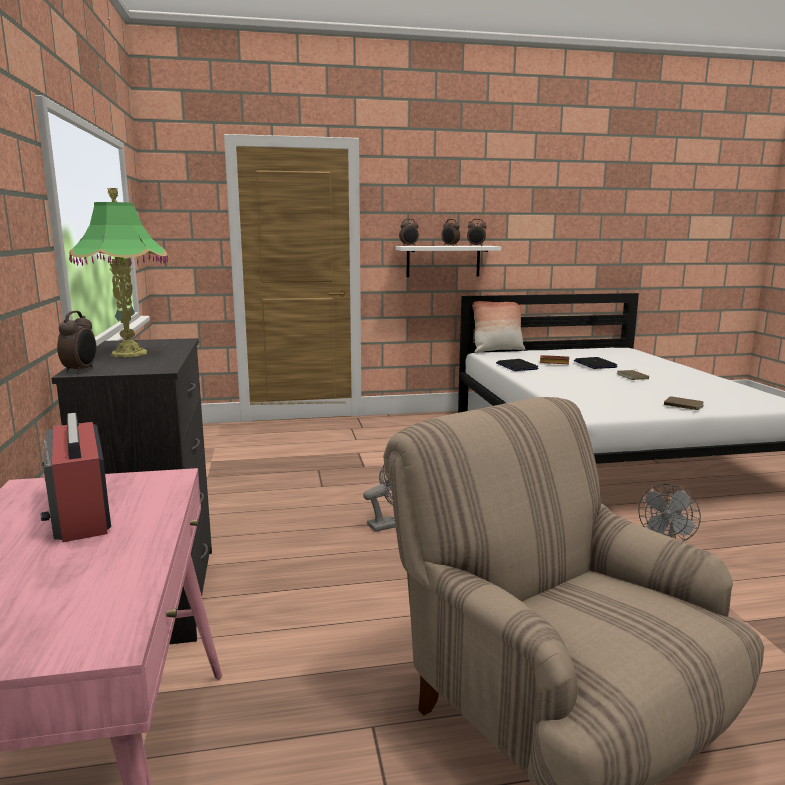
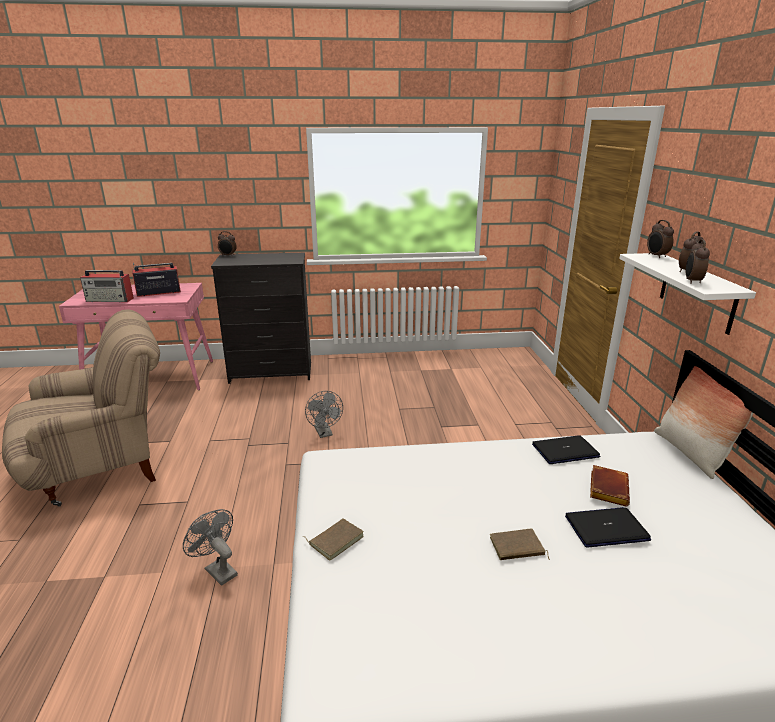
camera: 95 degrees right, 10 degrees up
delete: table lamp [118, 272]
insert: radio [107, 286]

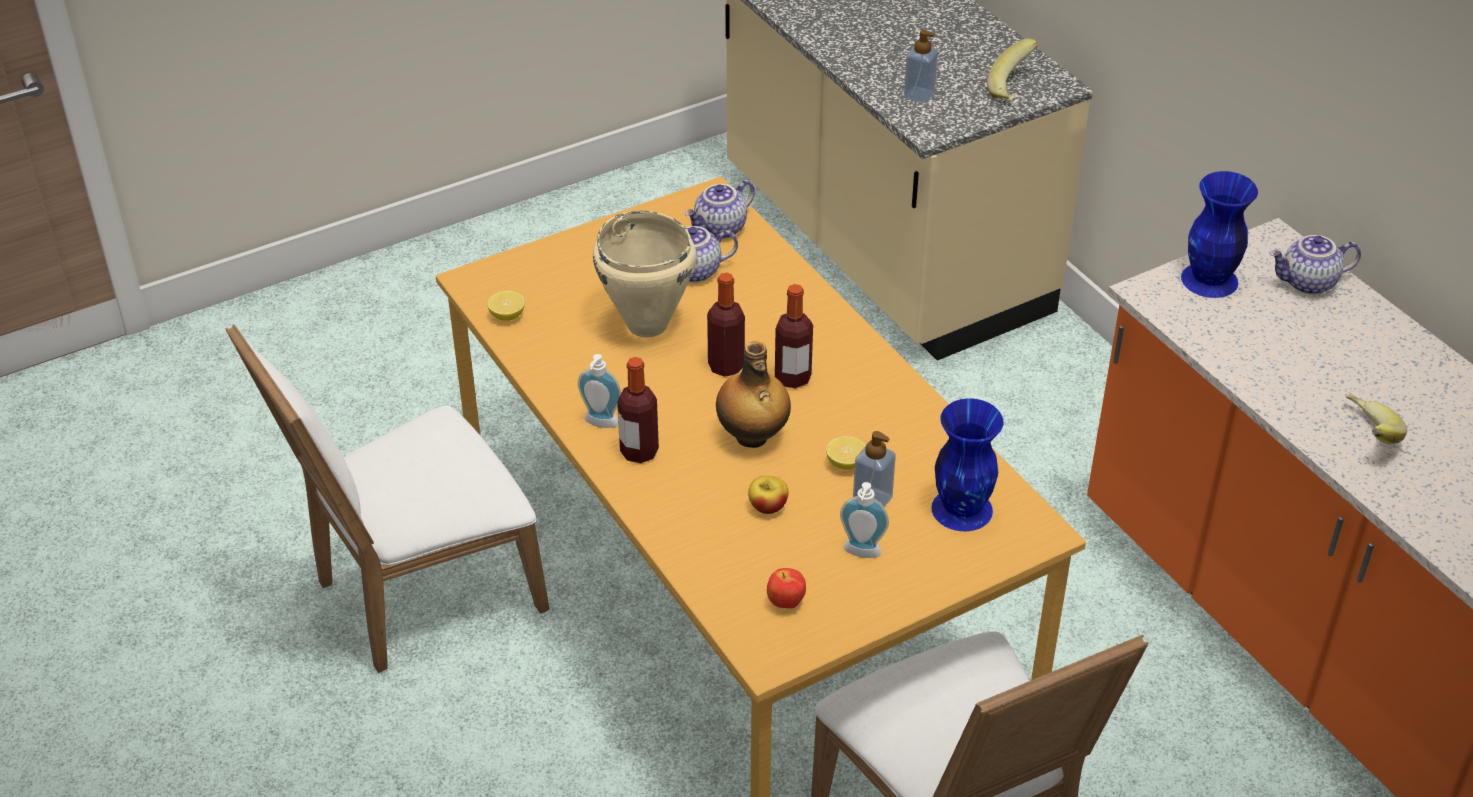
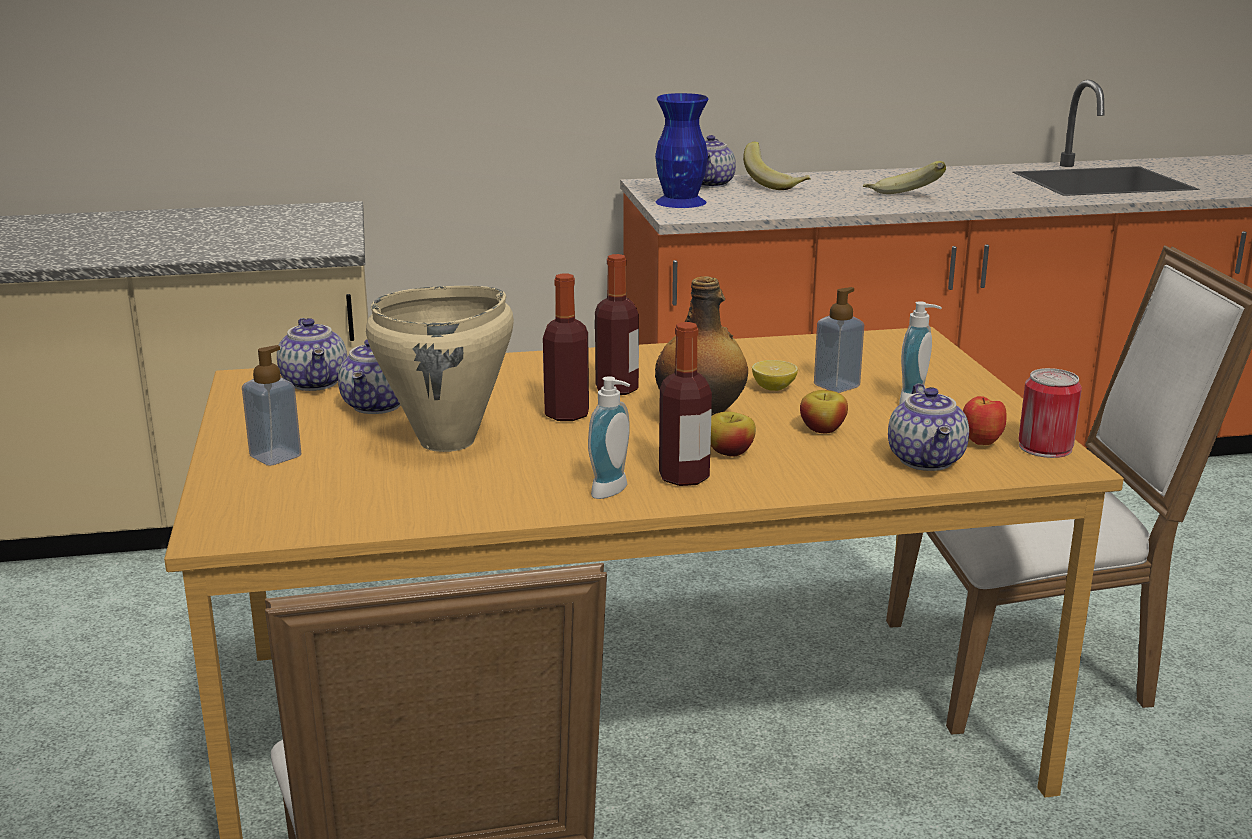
camera: 70 degrees left, 20 degrees down
delete: lemon [506, 306]; blue vase [967, 464]
insert: can [1050, 413]; teapot [928, 427]; apple [733, 433]
move: soap dispenser [921, 66] to [271, 405]; banana [1012, 69] to [777, 165]

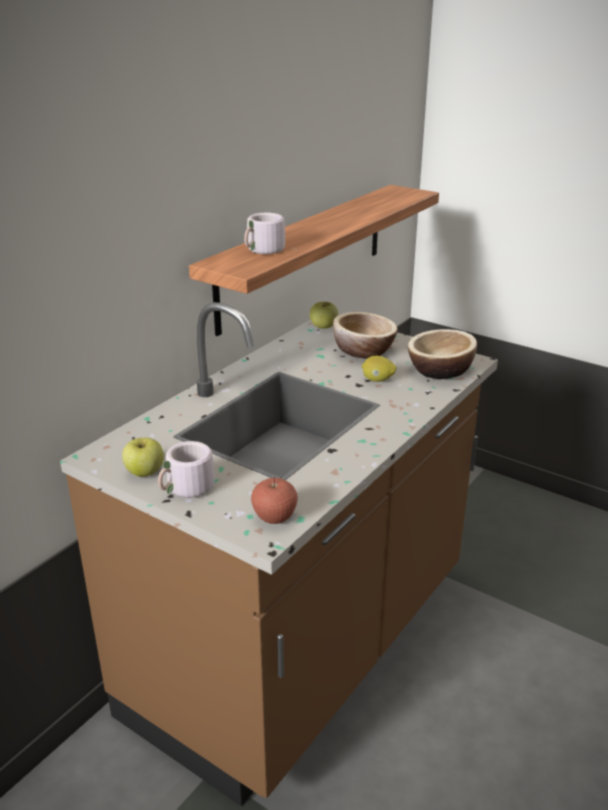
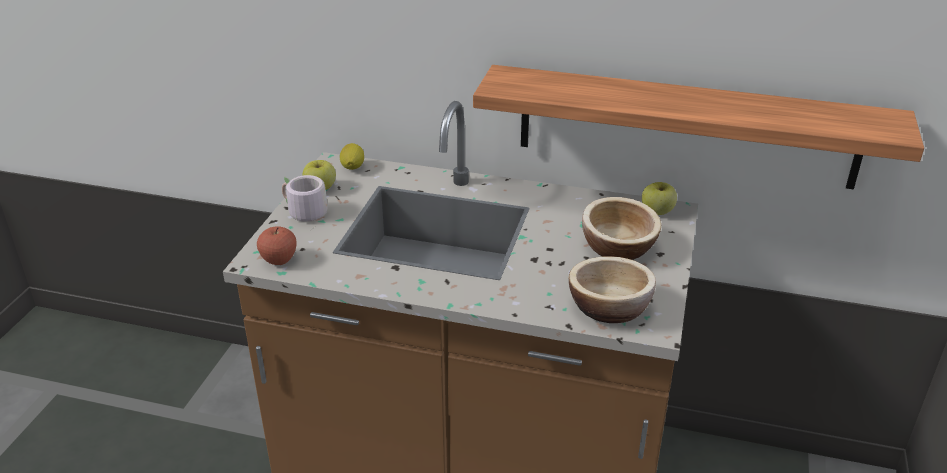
camera: 70 degrees right, 5 degrees up
delete: grey mug [270, 233]
move: lemon [379, 369] to [352, 156]

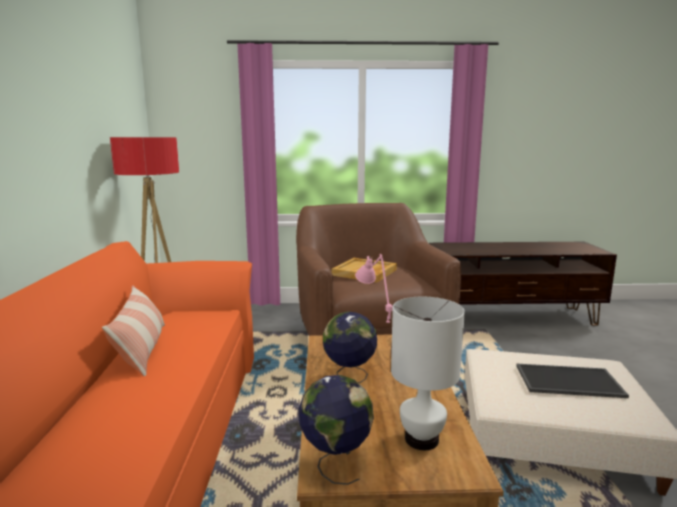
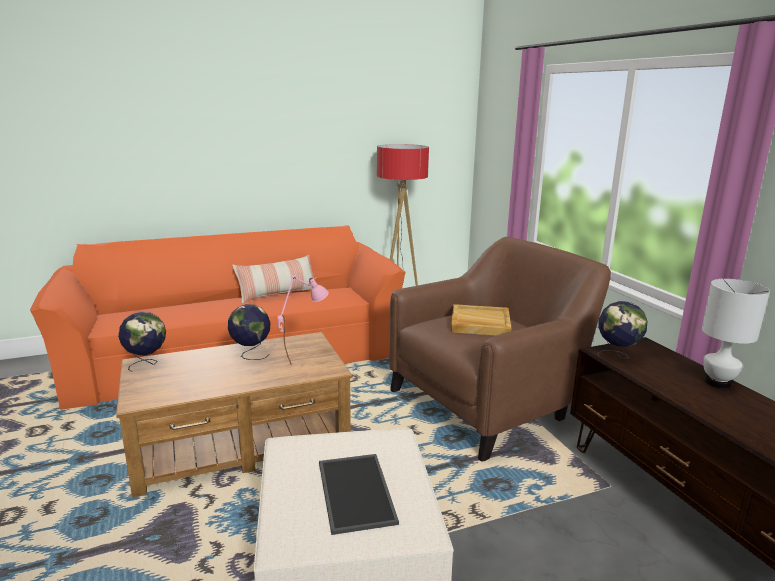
camera: 70 degrees right, 5 degrees up
insert: globe [622, 330]
move: white table lamp [428, 373] to [736, 334]

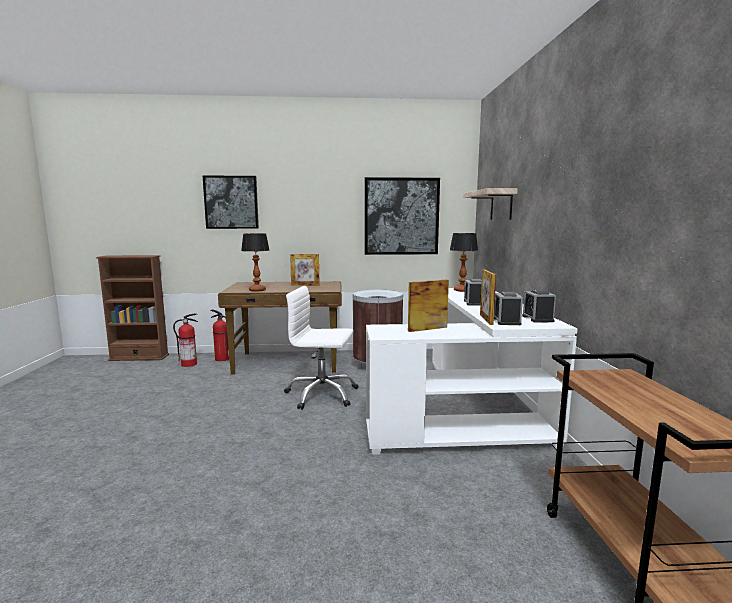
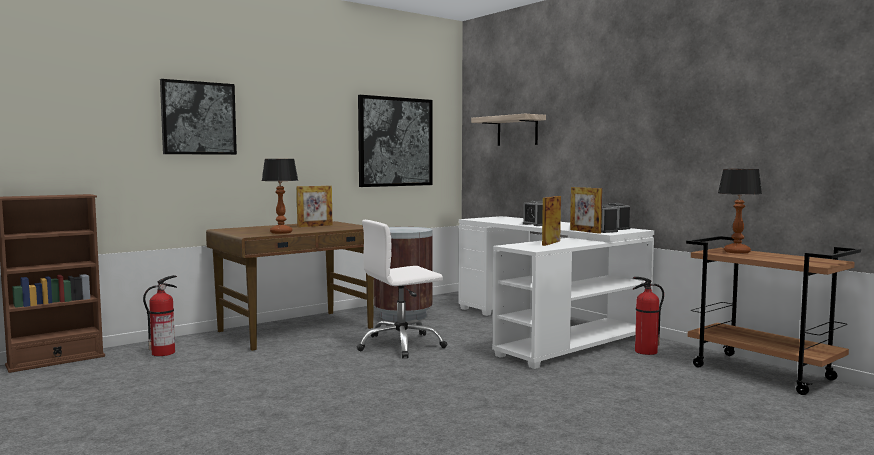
camera: 35 degrees left, 5 degrees down
move: table lamp [464, 262] to [740, 211]; fire extinguisher [219, 335] to [648, 316]

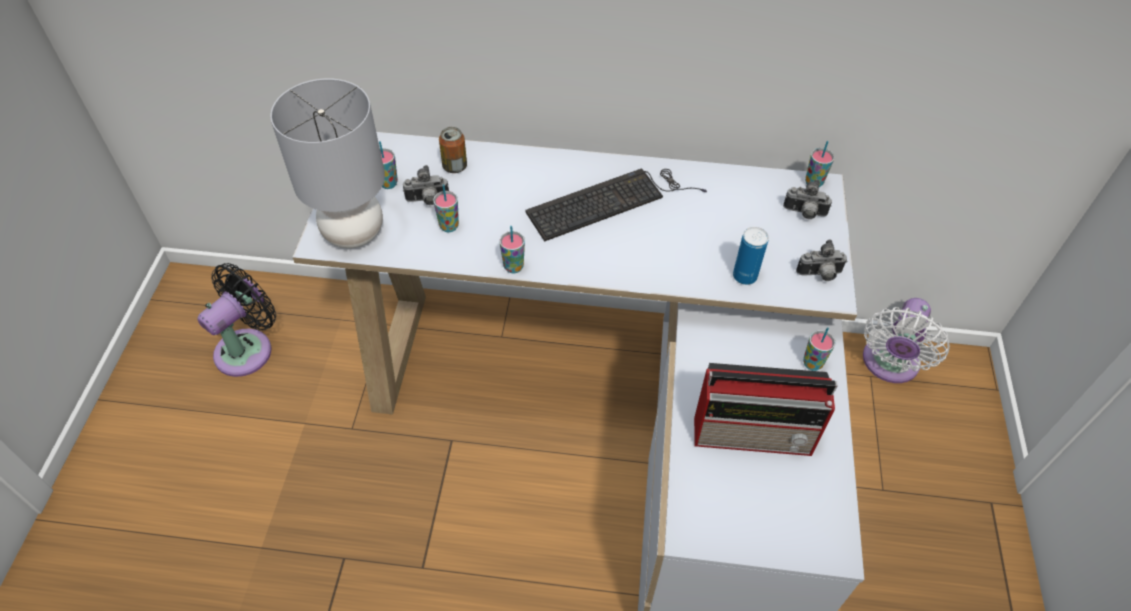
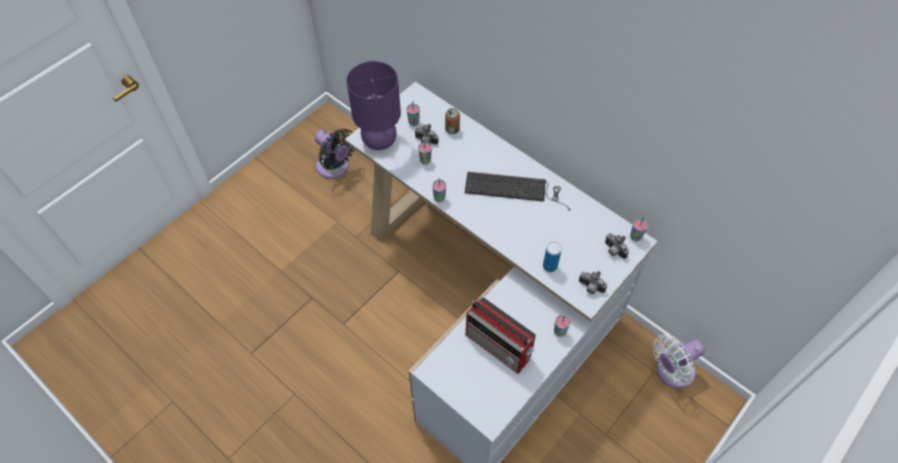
camera: 35 degrees right, 5 degrees up
recolor: grey table lamp [327, 163] to purple table lamp [373, 105]
rotate: black fan [236, 320] = [334, 154] 60 degrees clockwise

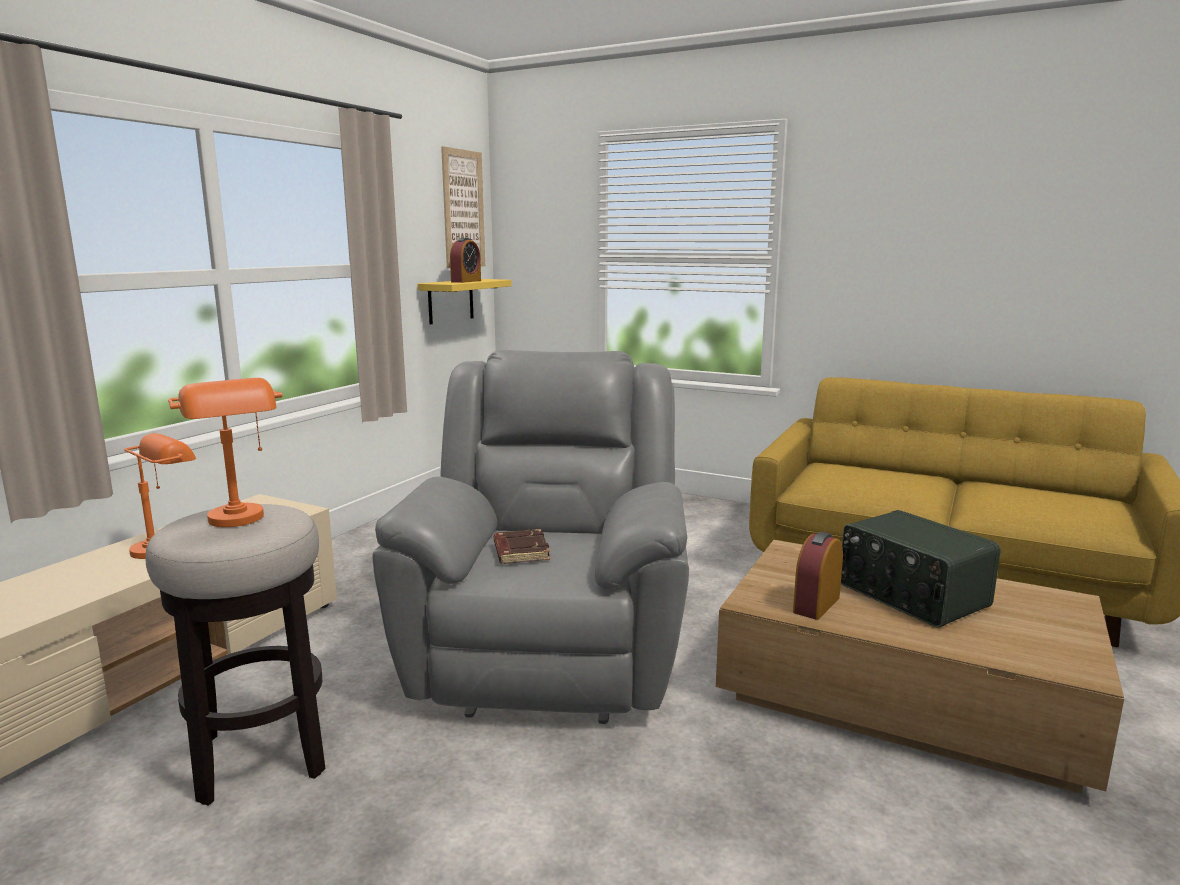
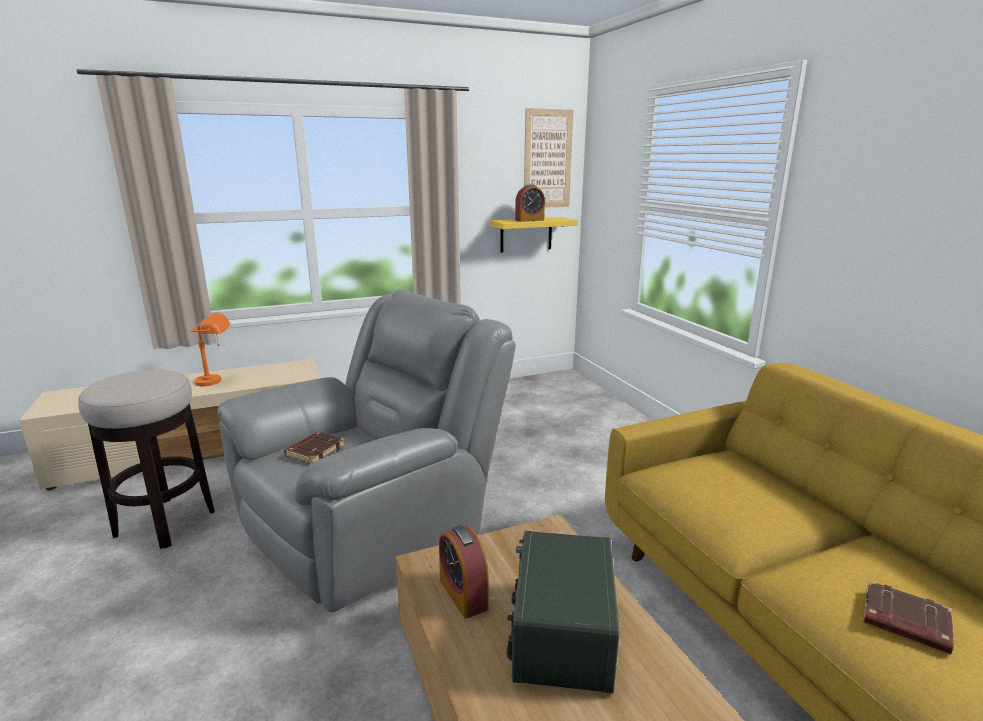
camera: 40 degrees right, 5 degrees up
delete: orange table lamp [225, 452]
insert: brown book [908, 617]
rotate: alarm clock [818, 576] = [463, 572] 105 degrees counterclockwise

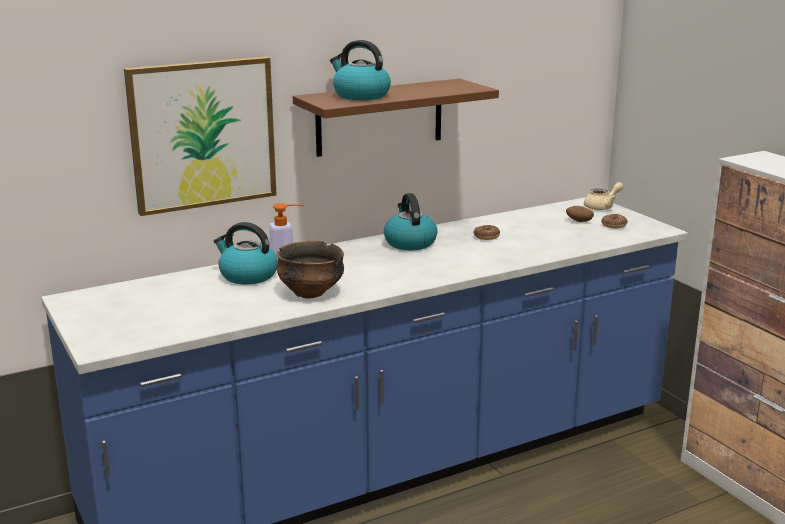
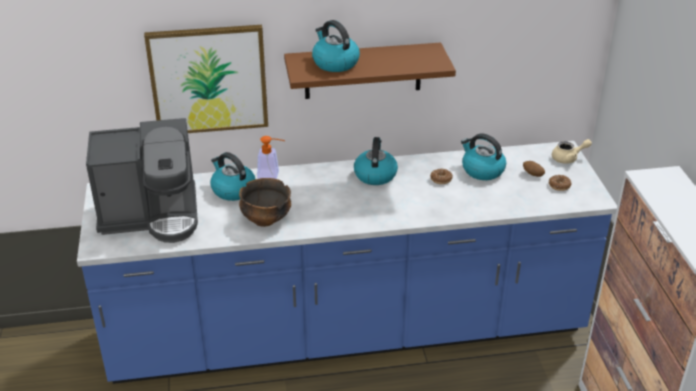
camera: 20 degrees right, 15 degrees up
insert: coffee machine [142, 180]; kettle [483, 156]

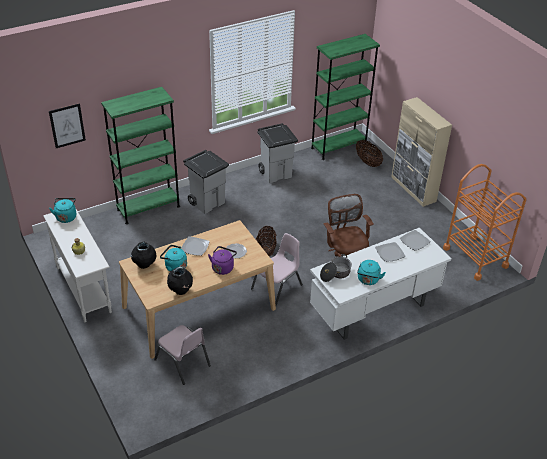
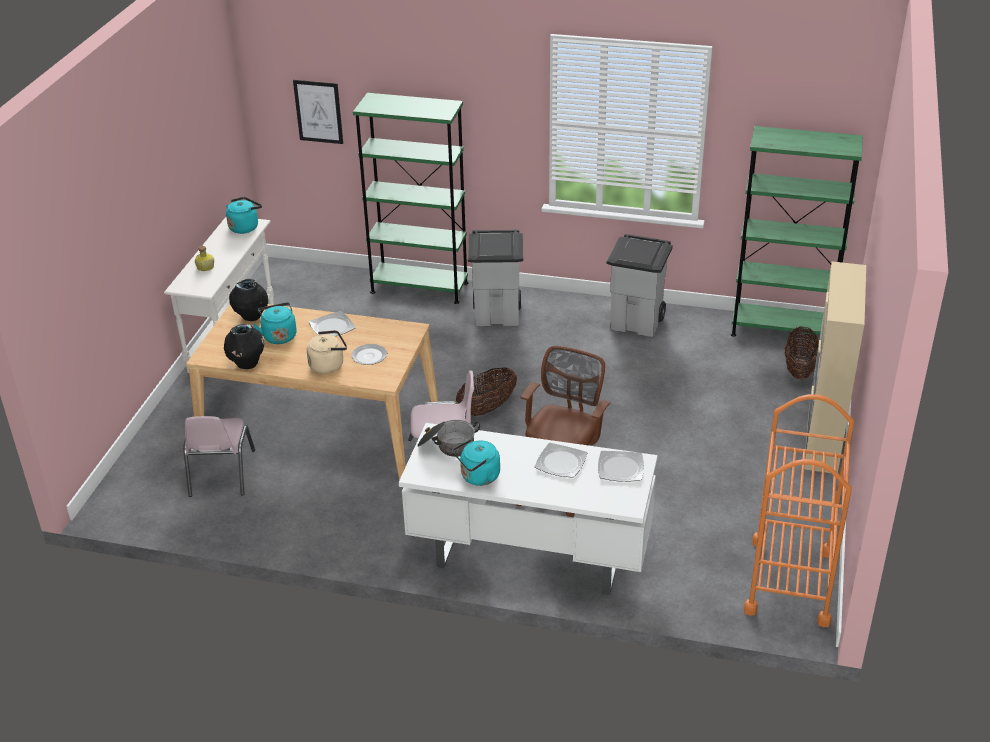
camera: 45 degrees right, 5 degrees down
recolor: purple kettle [222, 260] to beige kettle [327, 352]

